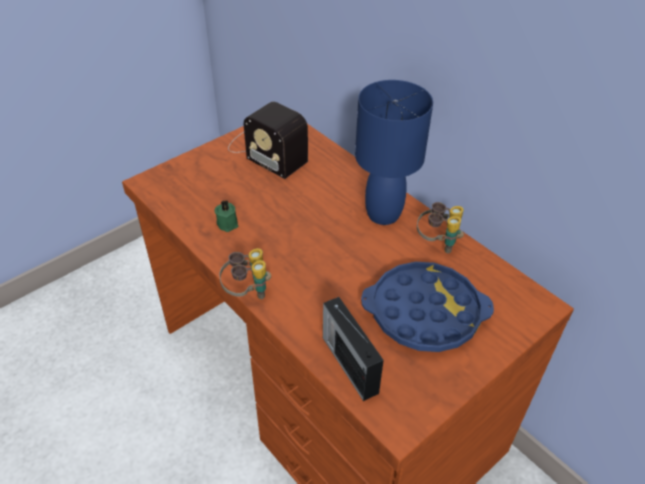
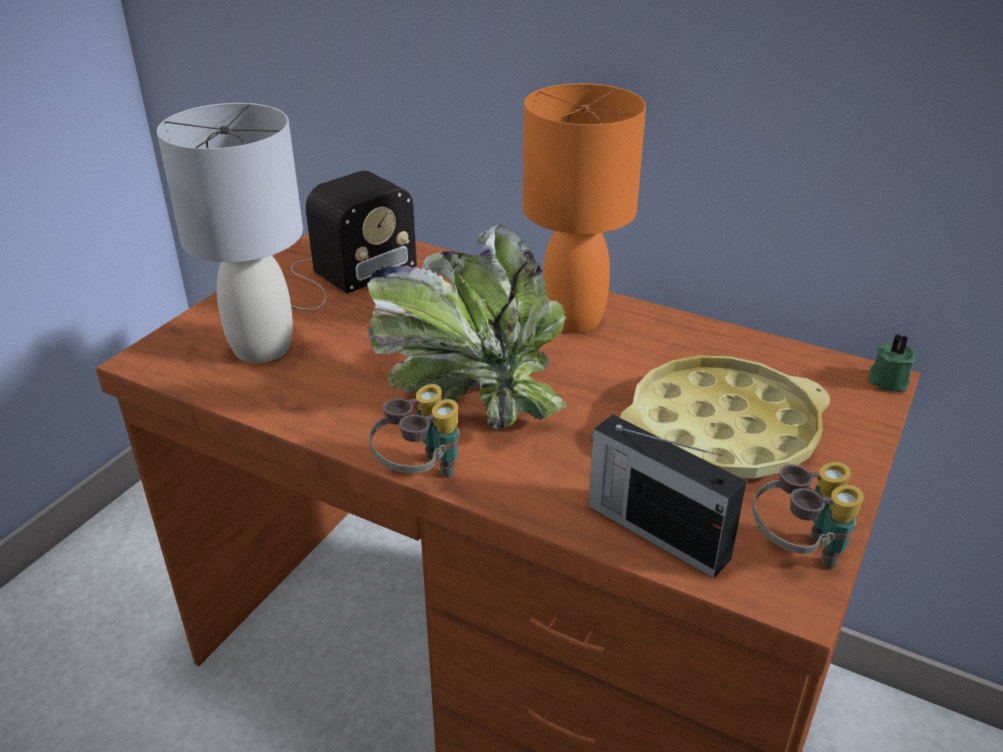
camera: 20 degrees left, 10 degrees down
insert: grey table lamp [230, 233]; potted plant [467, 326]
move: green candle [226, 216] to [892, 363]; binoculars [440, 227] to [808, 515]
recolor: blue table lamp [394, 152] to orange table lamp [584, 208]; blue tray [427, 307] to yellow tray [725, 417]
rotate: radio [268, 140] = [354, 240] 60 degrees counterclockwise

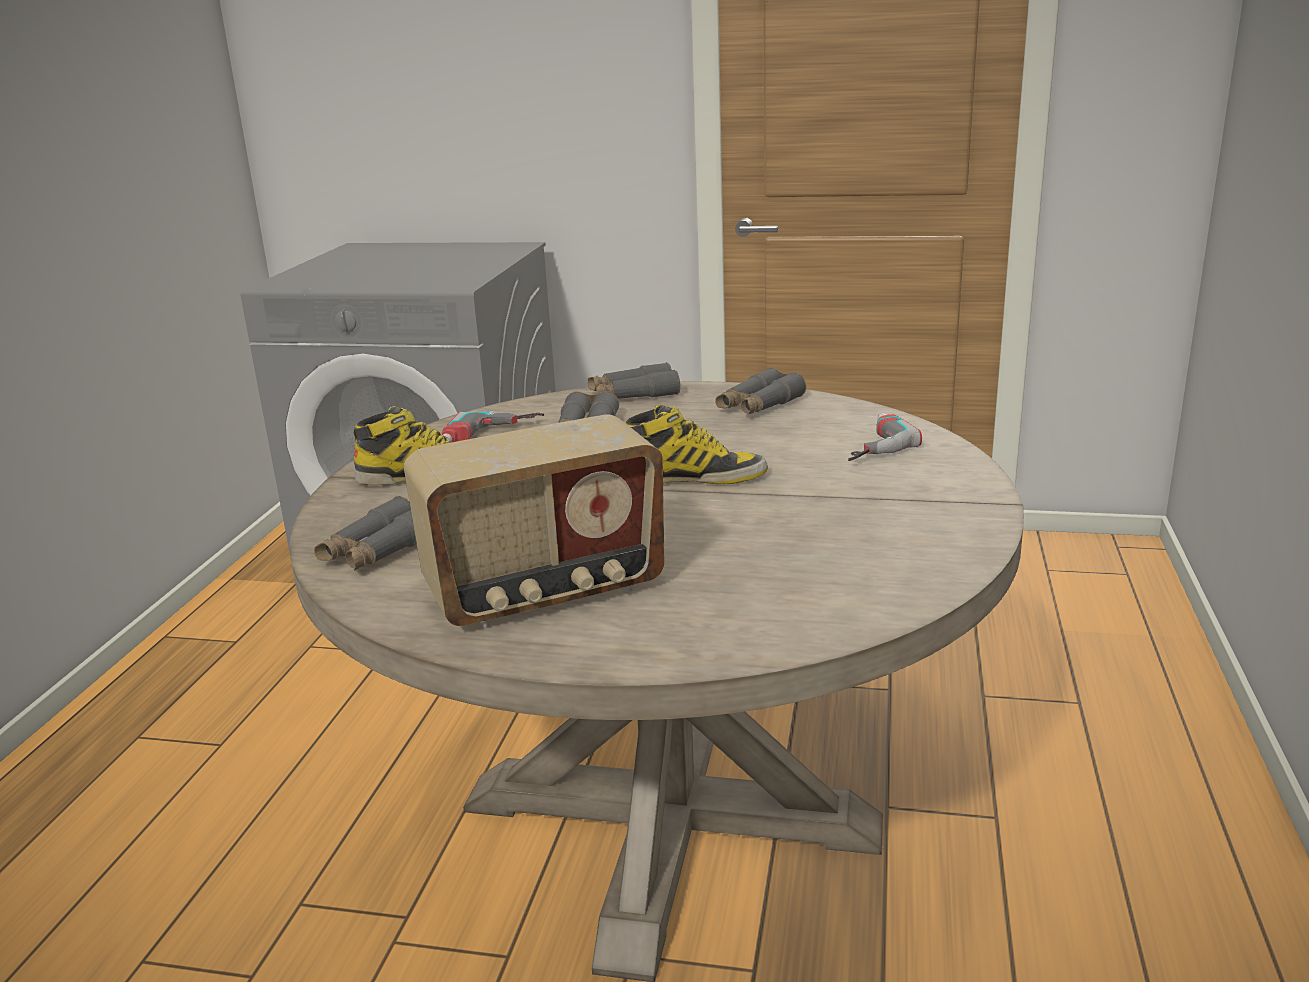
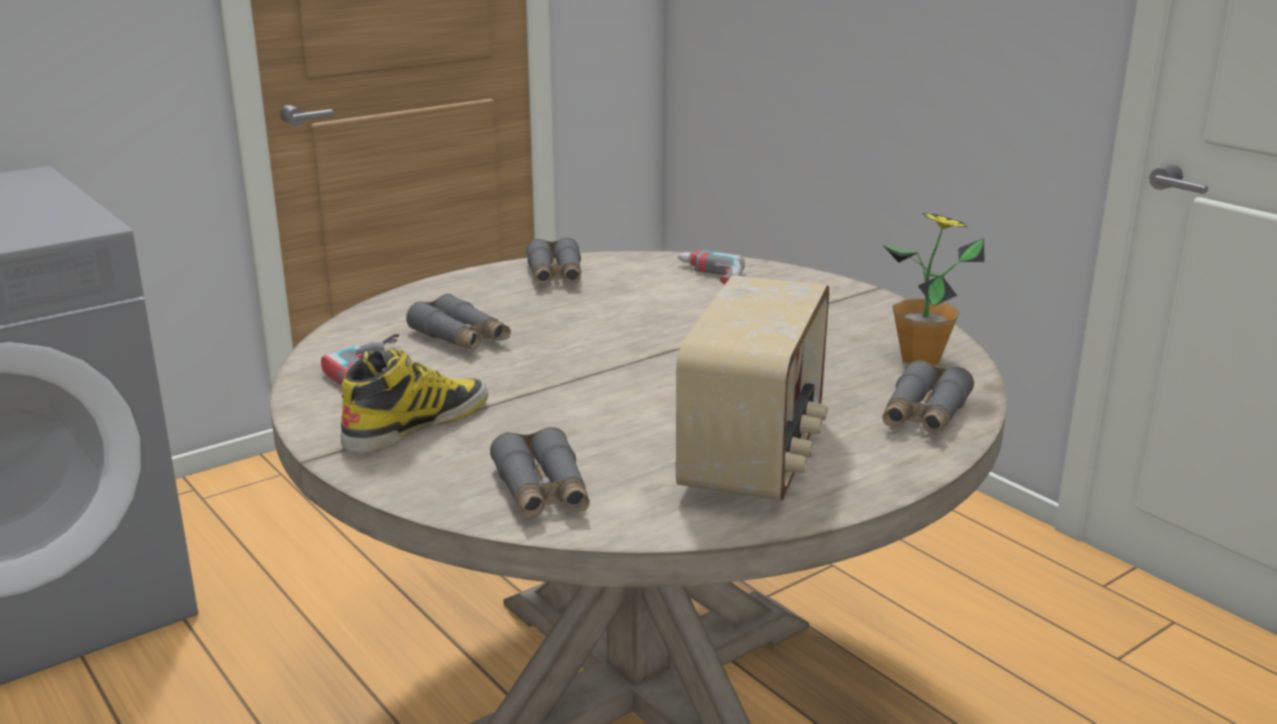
camera: 50 degrees left, 0 degrees up
delete: boot [696, 444]
insert: potted plant [933, 289]
move: grey binoculars [634, 380] to [928, 397]

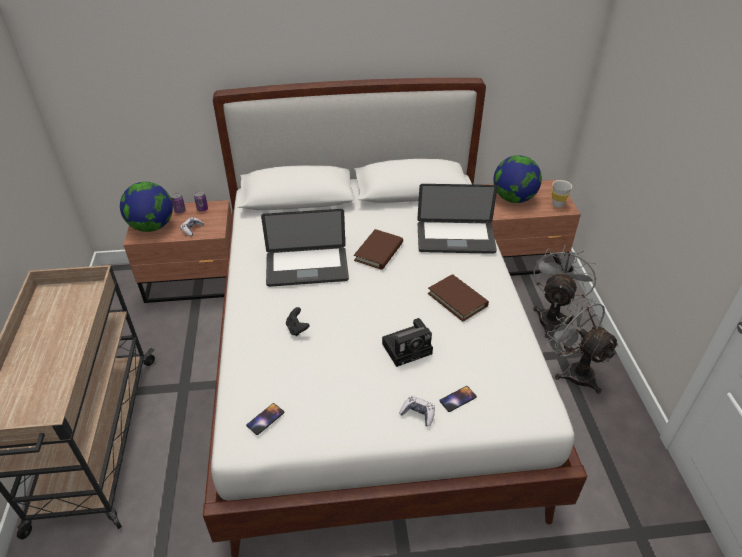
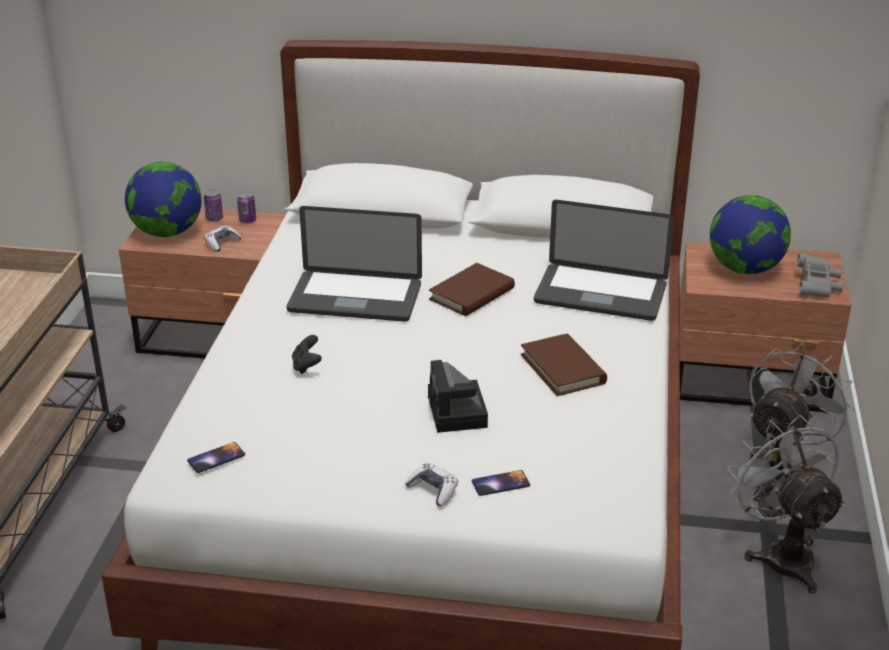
camera: 15 degrees right, 10 degrees down
replace: white cup [562, 193] to grey binoculars [820, 275]
rotate: photo camera [407, 342] = [458, 396] 90 degrees clockwise

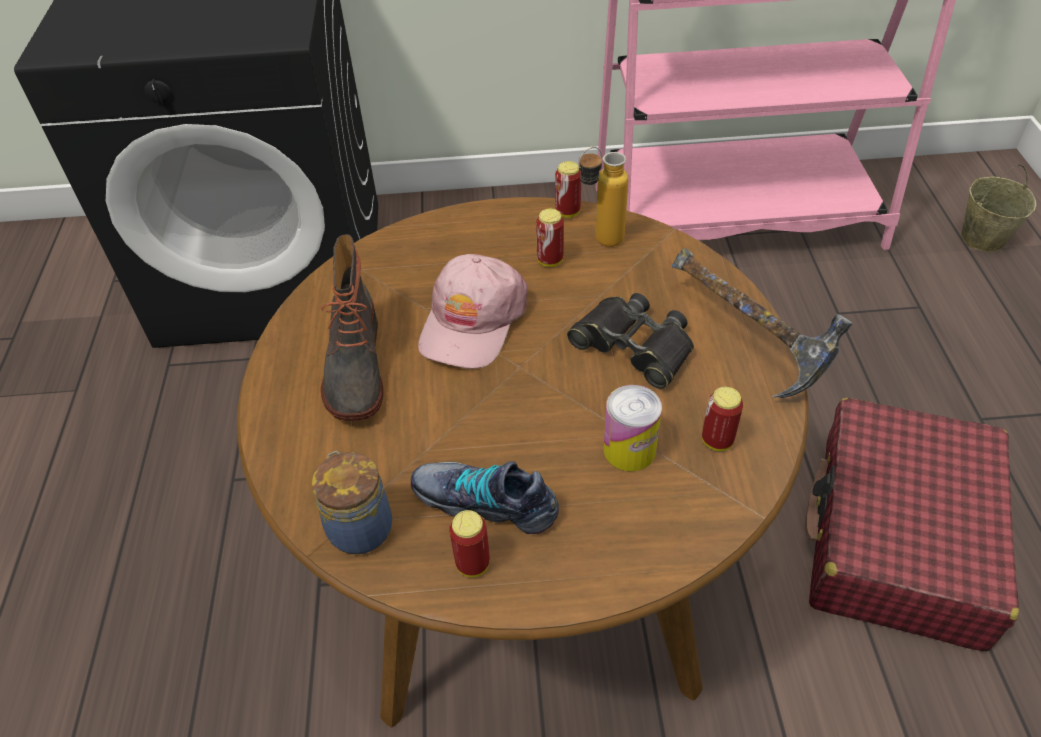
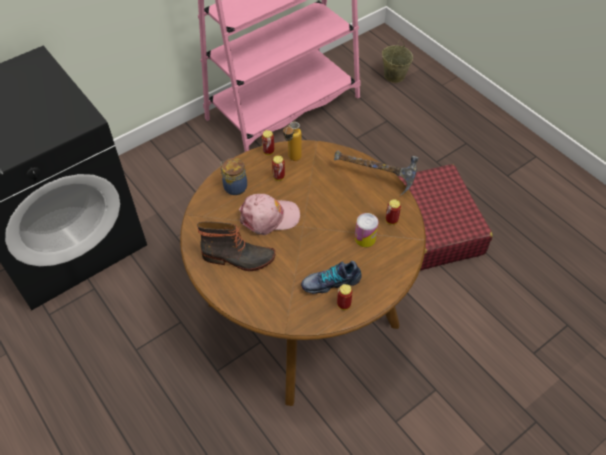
camera: 35 degrees left, 5 degrees up
delete: black binoculars [630, 341]
move: jar [352, 502] to [233, 176]
rotate: boot [352, 327] = [236, 246] 45 degrees counterclockwise; pink cap [473, 311] = [269, 214] 90 degrees counterclockwise

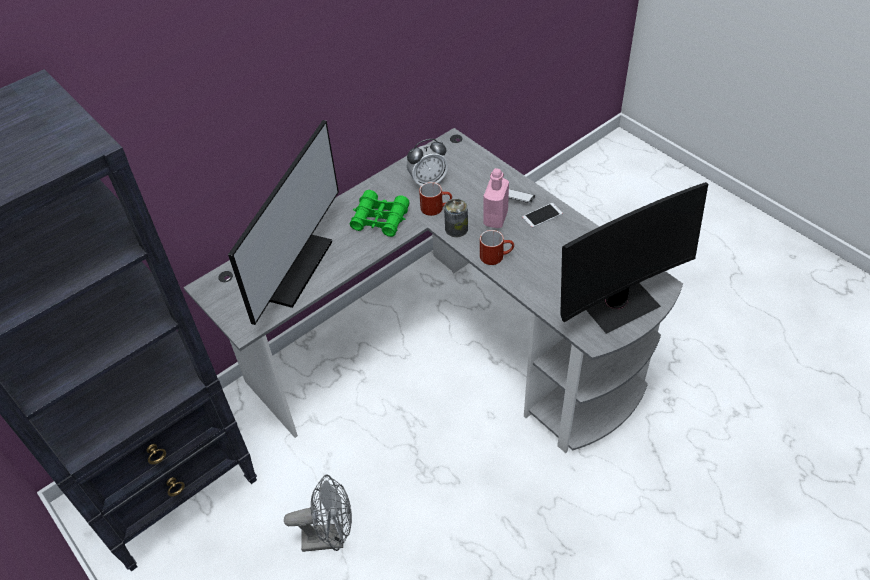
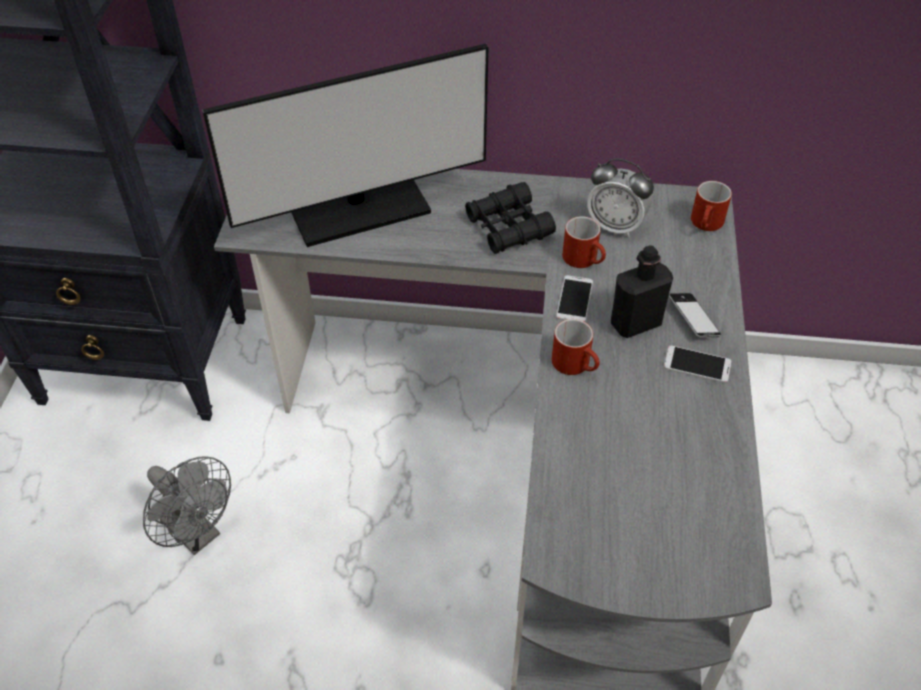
camera: 45 degrees right, 0 degrees up
delete: monitor [634, 258]
insert: red mug [711, 206]
replace: can [456, 218] to phone [574, 298]
recolor: pink bottle [496, 198] to black bottle [642, 291]; green binoculars [380, 213] to black binoculars [510, 218]

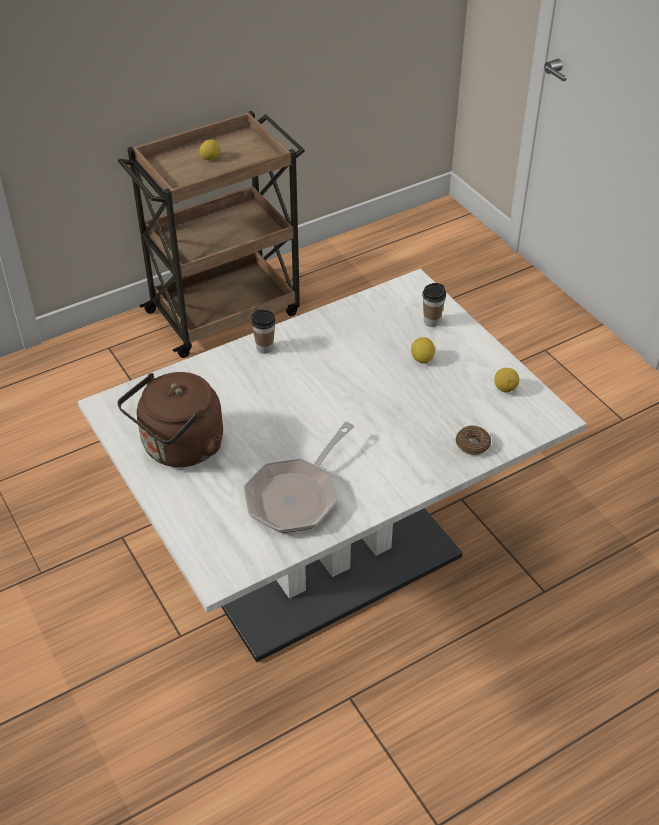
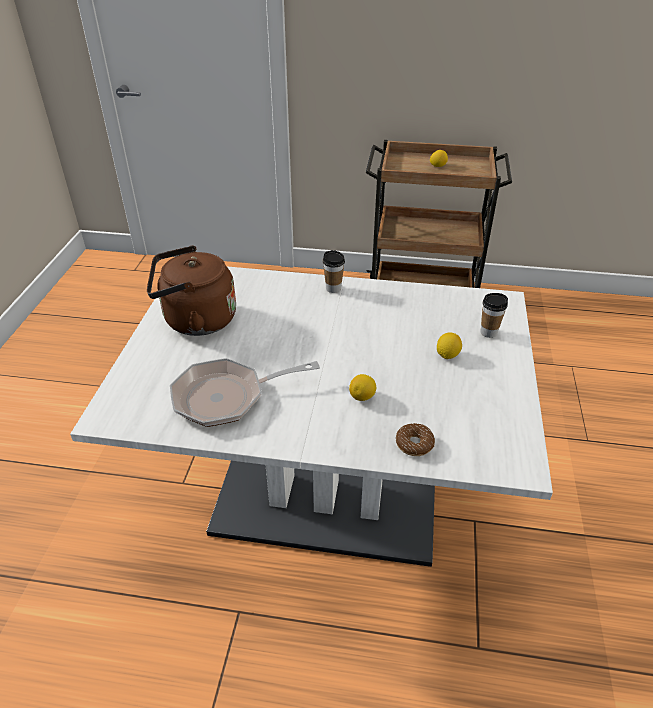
camera: 40 degrees right, 5 degrees down
move: lemon [507, 380] to [362, 387]

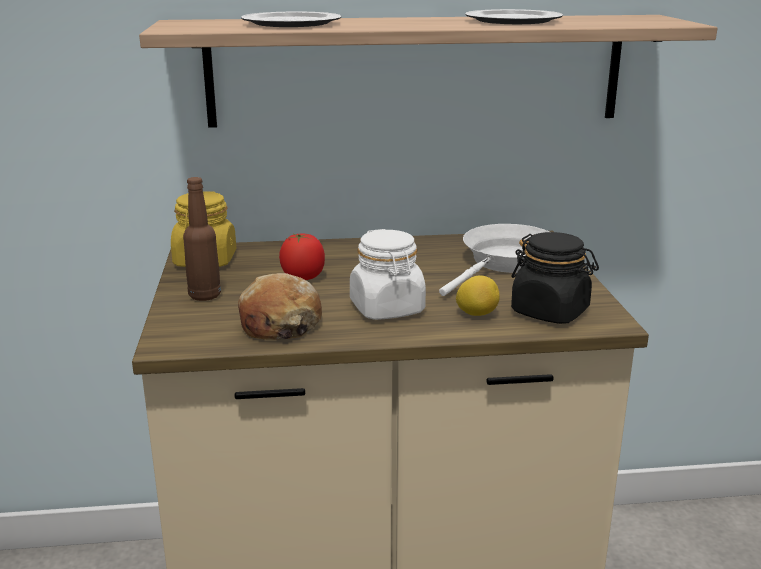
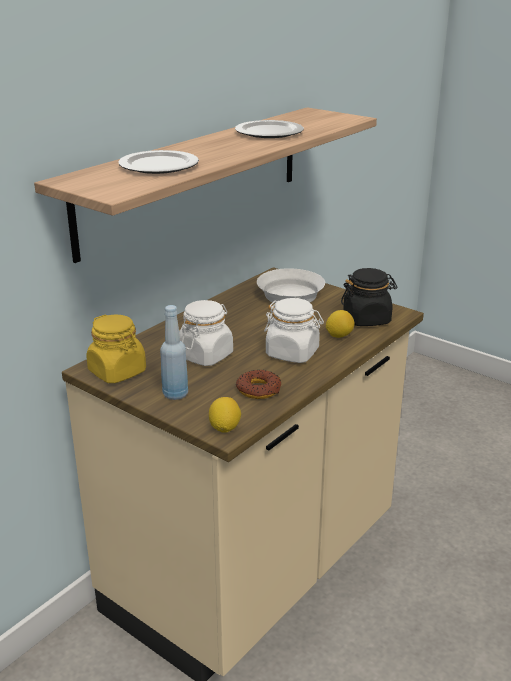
camera: 45 degrees left, 5 degrees up
insert: lemon [225, 415]
replace: tomato [302, 256] to white jar [206, 333]; bread [280, 306] to donut [258, 384]
recolor: brown bottle [202, 239] to blue bottle [174, 352]

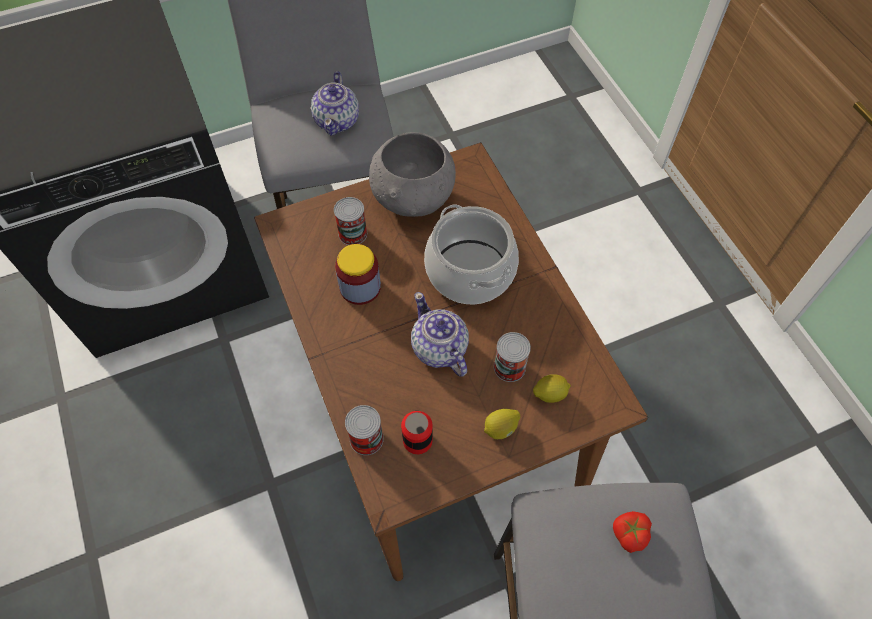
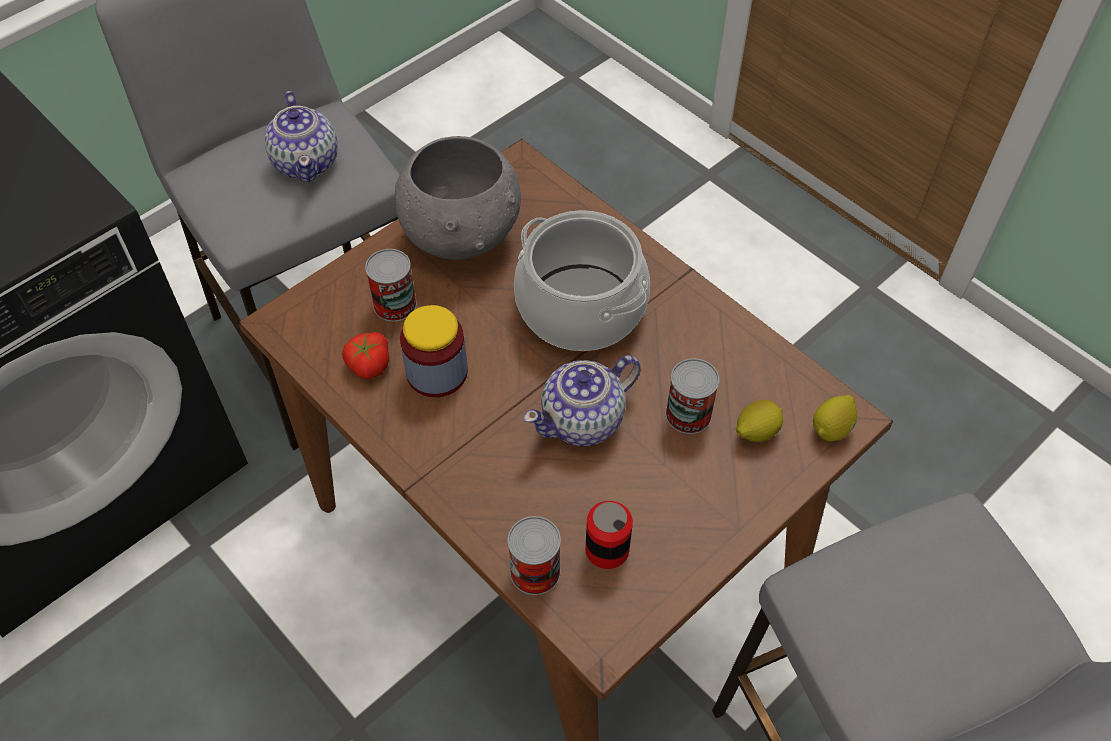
camera: 20 degrees left, 5 degrees down
move: lemon [502, 424] to [835, 418]; tomato [632, 532] to [366, 355]
rotate: teapot [440, 334] = [582, 400] 75 degrees counterclockwise

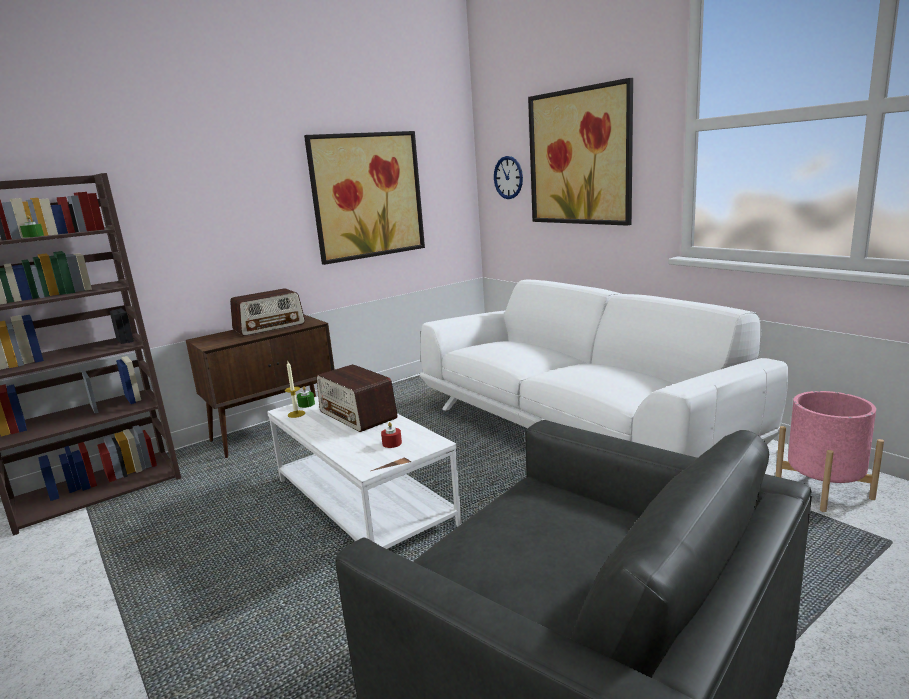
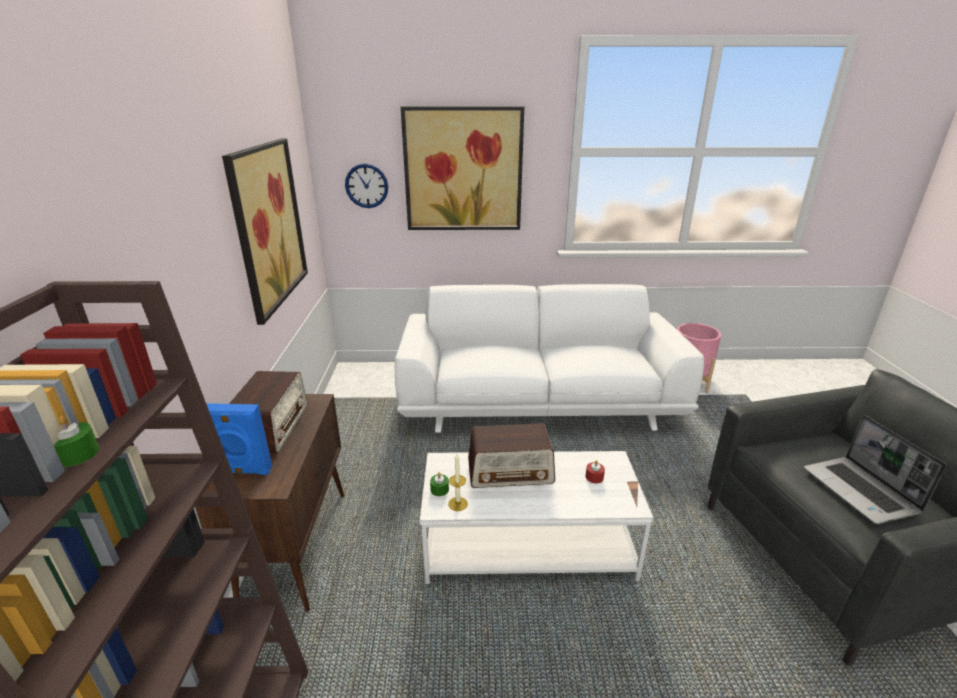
camera: 55 degrees left, 10 degrees up
insert: blue speaker [239, 439]; laptop [875, 469]

